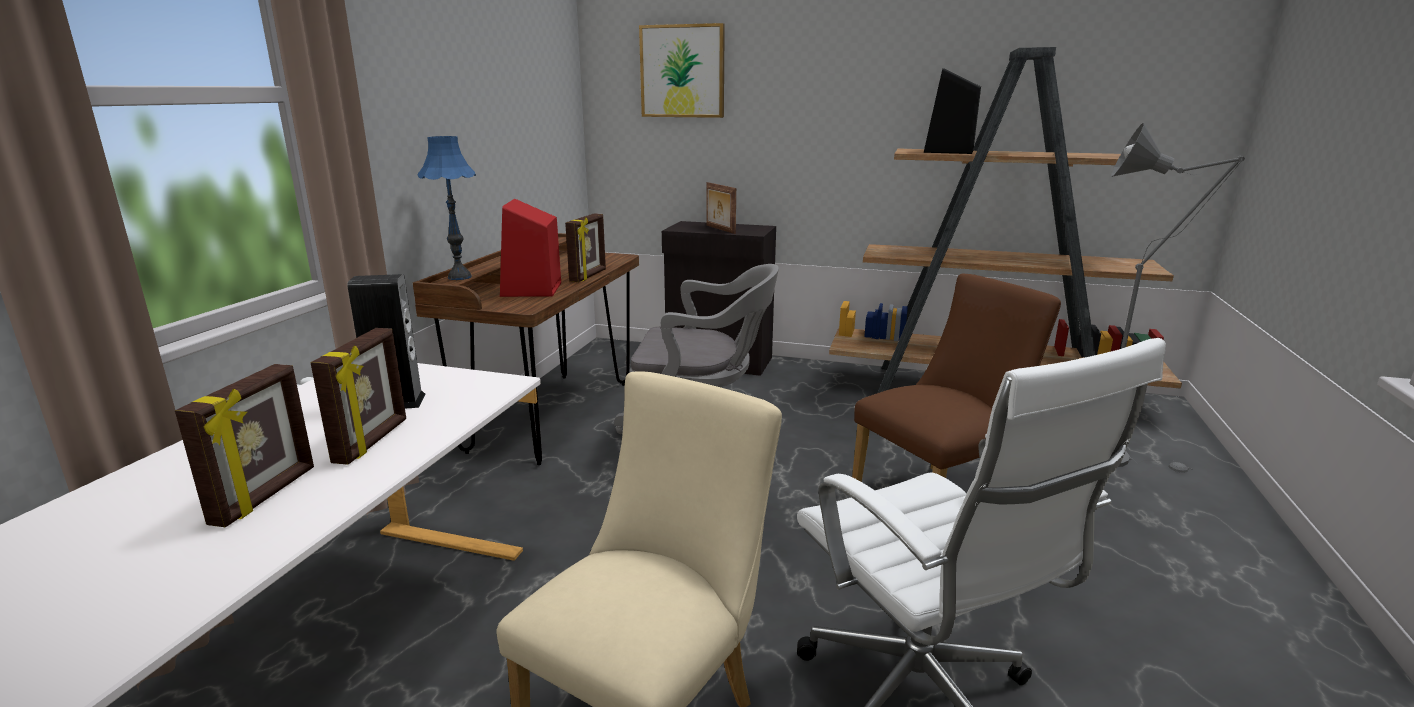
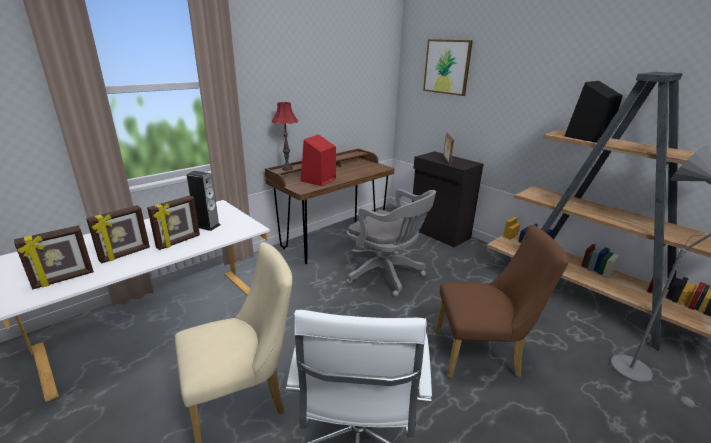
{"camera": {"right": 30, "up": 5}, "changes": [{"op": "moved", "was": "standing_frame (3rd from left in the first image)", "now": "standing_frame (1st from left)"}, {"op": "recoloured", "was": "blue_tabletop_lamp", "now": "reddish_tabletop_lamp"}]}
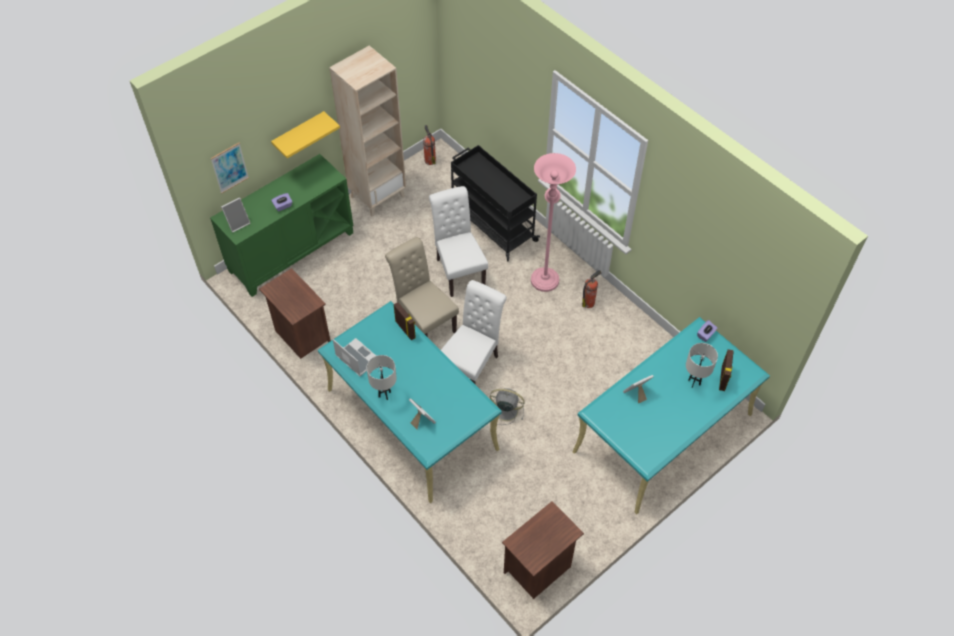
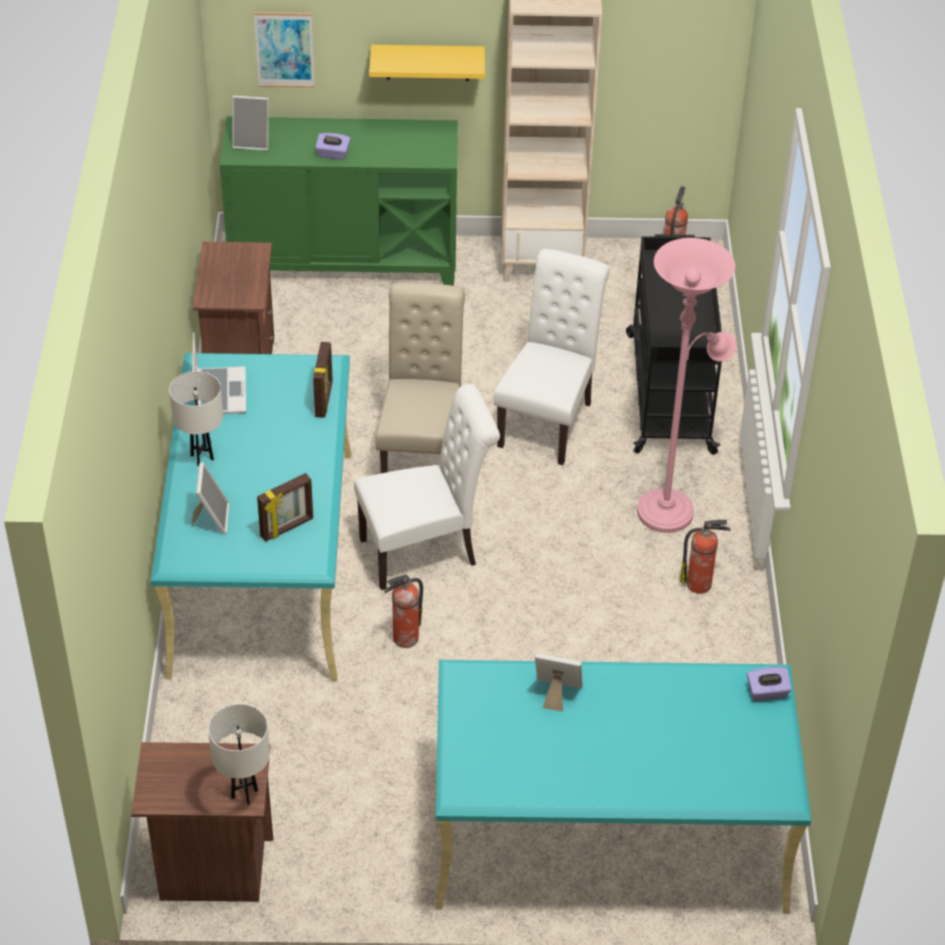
{"camera": {"right": 40, "up": -10}, "changes": [{"op": "moved", "was": "white_tabletop_lamp (2nd from left)"}, {"op": "moved", "was": "standing_frame (5th from left in the first image)", "now": "standing_frame (3rd from left)"}, {"op": "replaced", "was": "grey_electric_fan", "now": "fire-fighting_cylinder (1st from left)"}]}
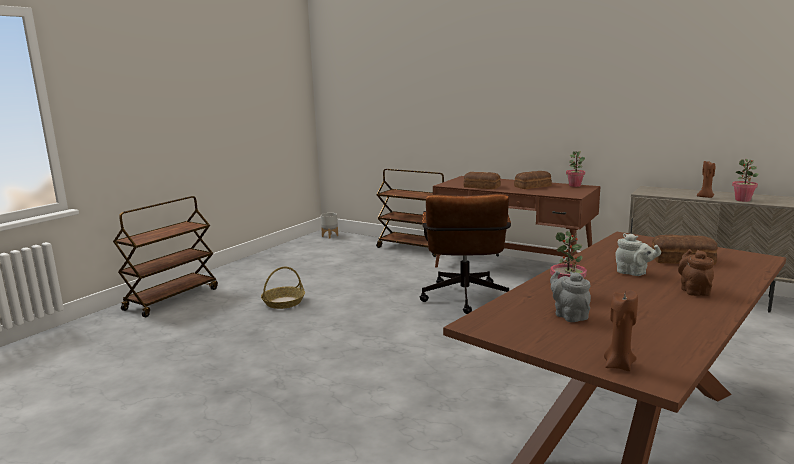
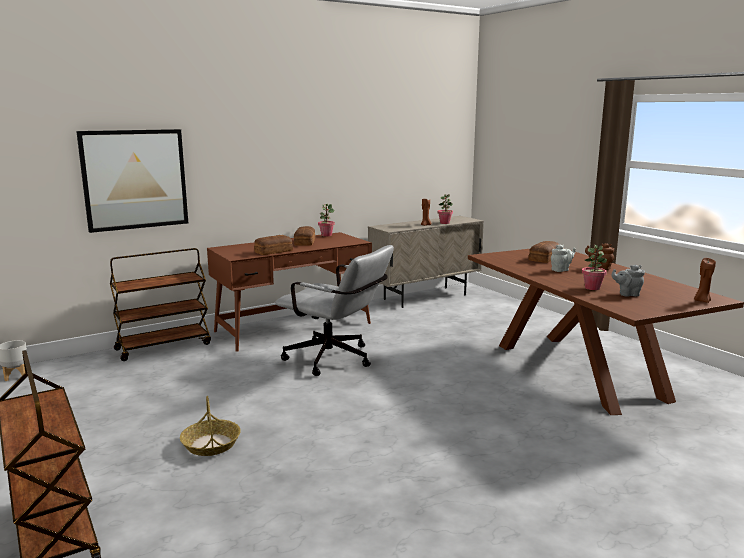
{"camera": {"right": -65, "up": 0}, "changes": [{"op": "added", "now": "picture"}, {"op": "recoloured", "was": "brown_office_chair", "now": "grey_office_chair"}]}
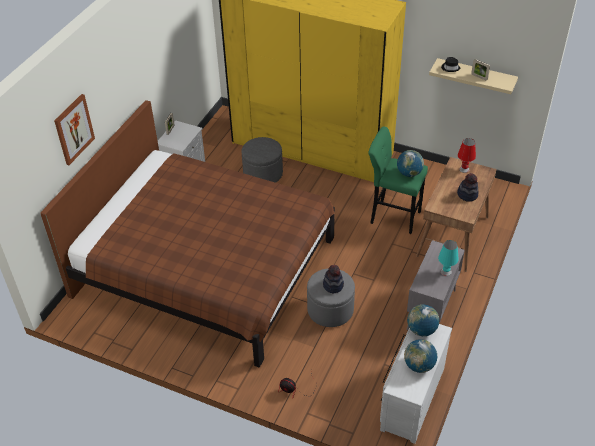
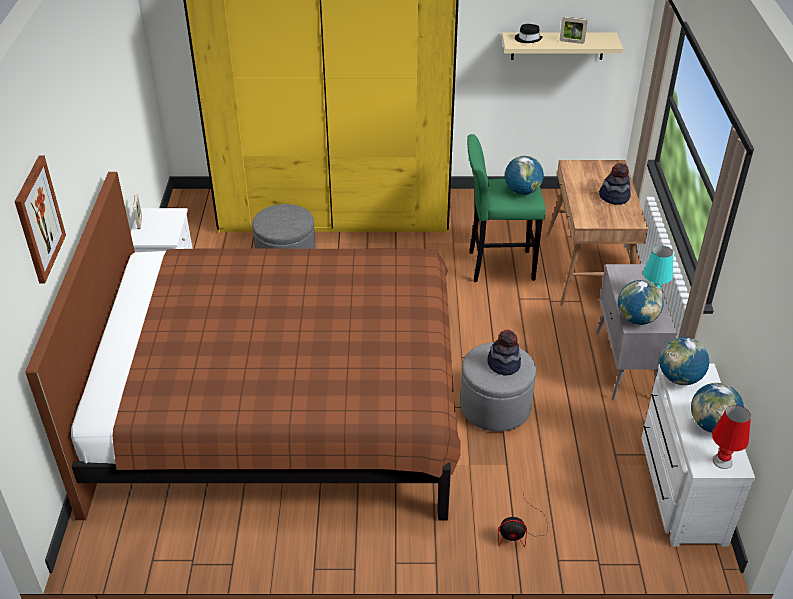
{"camera": {"right": -25, "up": -5}, "changes": [{"op": "added", "now": "globe (2nd from left)"}, {"op": "moved", "was": "reddish_tabletop_lamp"}]}
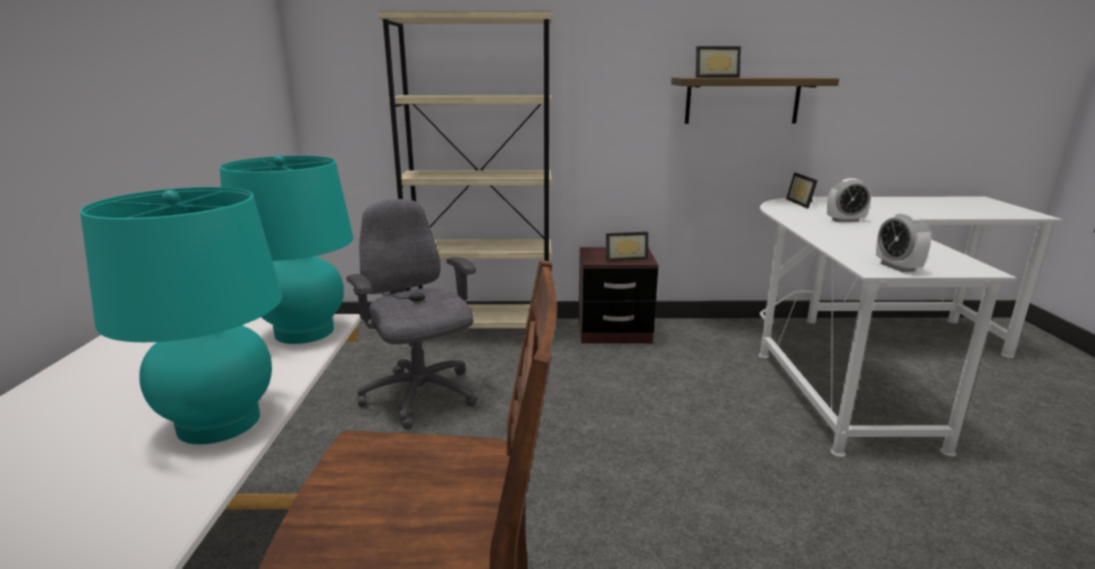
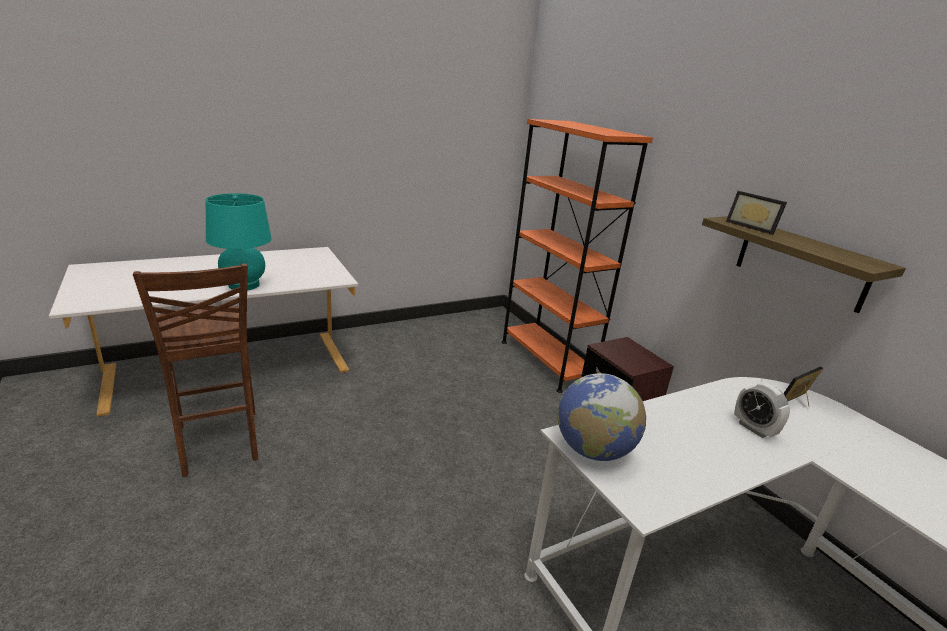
{"camera": {"right": 60, "up": 5}, "changes": [{"op": "recoloured", "was": "beige_bookshelf", "now": "orangey_bookshelf"}, {"op": "replaced", "was": "alarm_clock (2nd from left)", "now": "globe"}, {"op": "removed", "was": "turquoise_tabletop_lamp (2nd from left)"}, {"op": "removed", "was": "grey_office_chair"}, {"op": "removed", "was": "standing_frame (1st from left)"}]}
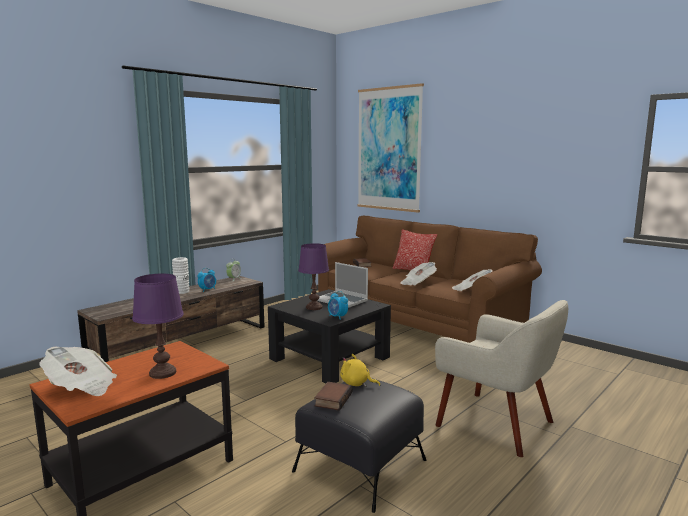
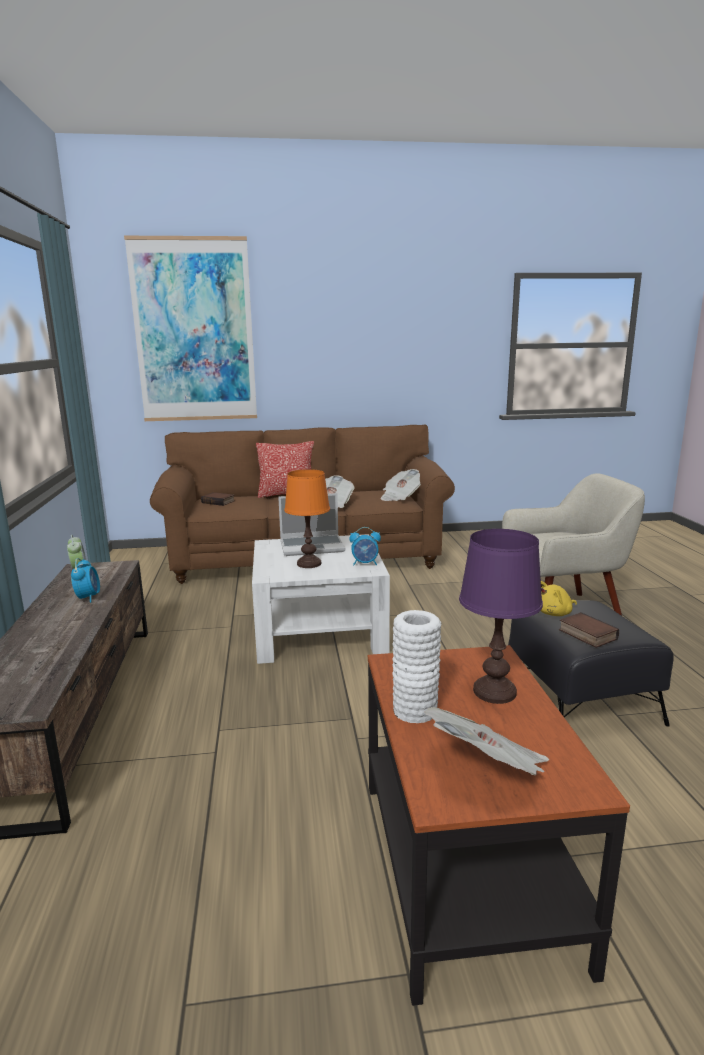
{"camera": {"right": -50, "up": 5}, "changes": [{"op": "recoloured", "was": "blackish_coffee_table", "now": "white_coffee_table"}, {"op": "recoloured", "was": "purplish_tabletop_lamp (2nd from left)", "now": "orangey_tabletop_lamp"}, {"op": "moved", "was": "white_decorative_vase"}]}
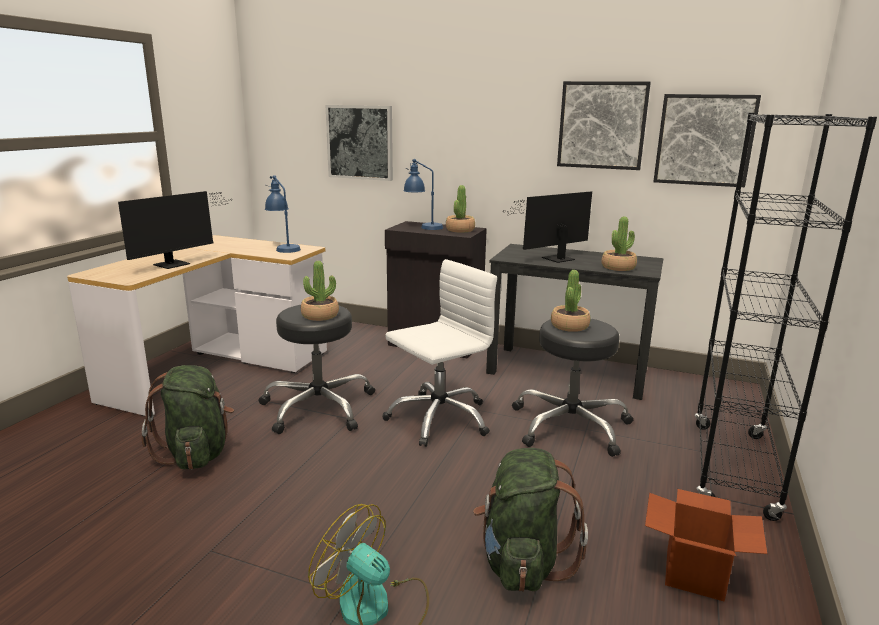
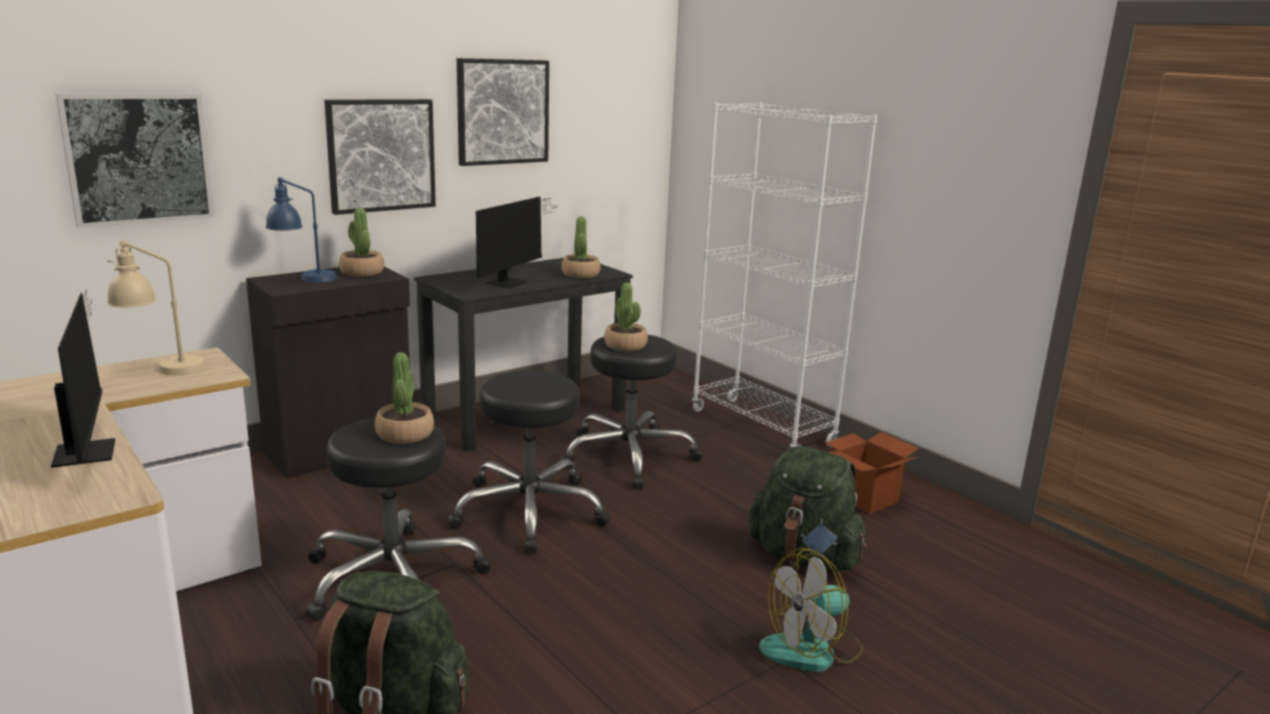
{"camera": {"right": -60, "up": 0}, "changes": [{"op": "recoloured", "was": "blue_tabletop_lamp (1st from left)", "now": "beige_tabletop_lamp"}, {"op": "moved", "was": "picture (3rd from left in the first image)", "now": "picture (2nd from left)"}, {"op": "replaced", "was": "white_office_chair", "now": "blackish_stool (2nd from left)"}, {"op": "turned", "was": "computer_screen (2nd from left)", "clockwise": -150}, {"op": "recoloured", "was": "blackish_bookshelf", "now": "white_bookshelf"}]}
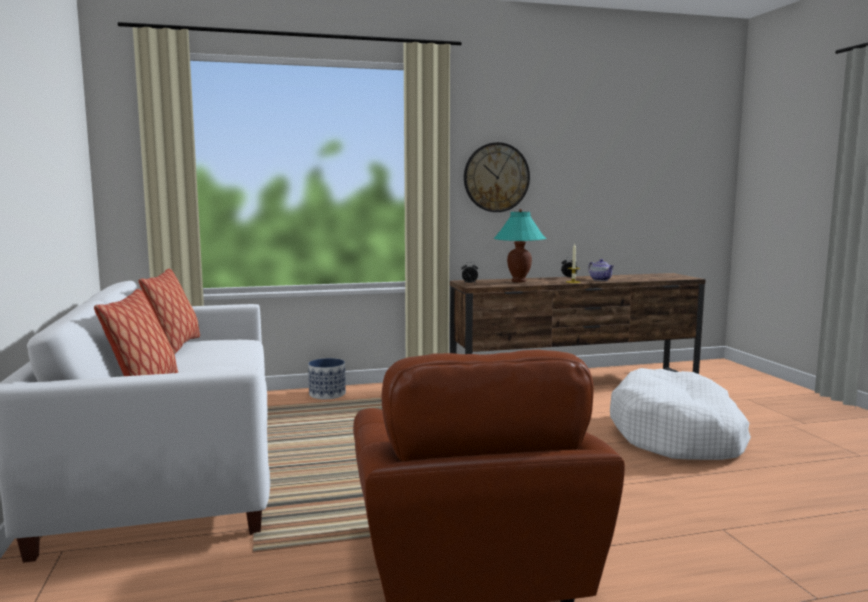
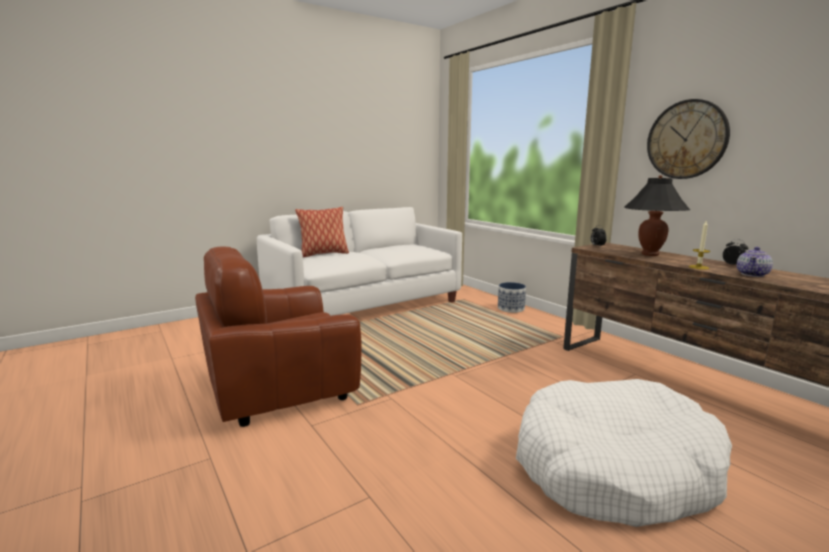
{"camera": {"right": 70, "up": 5}, "changes": [{"op": "recoloured", "was": "turquoise_tabletop_lamp", "now": "blackish_tabletop_lamp"}, {"op": "removed", "was": "throw_pillow (2nd from left)"}]}
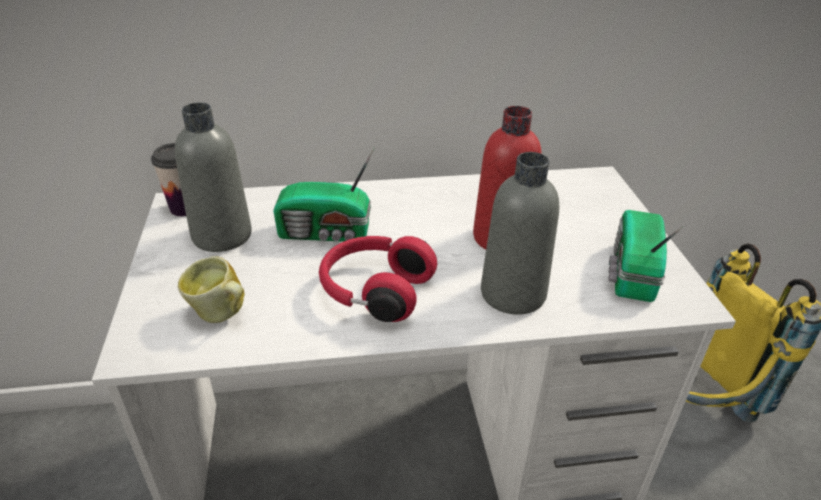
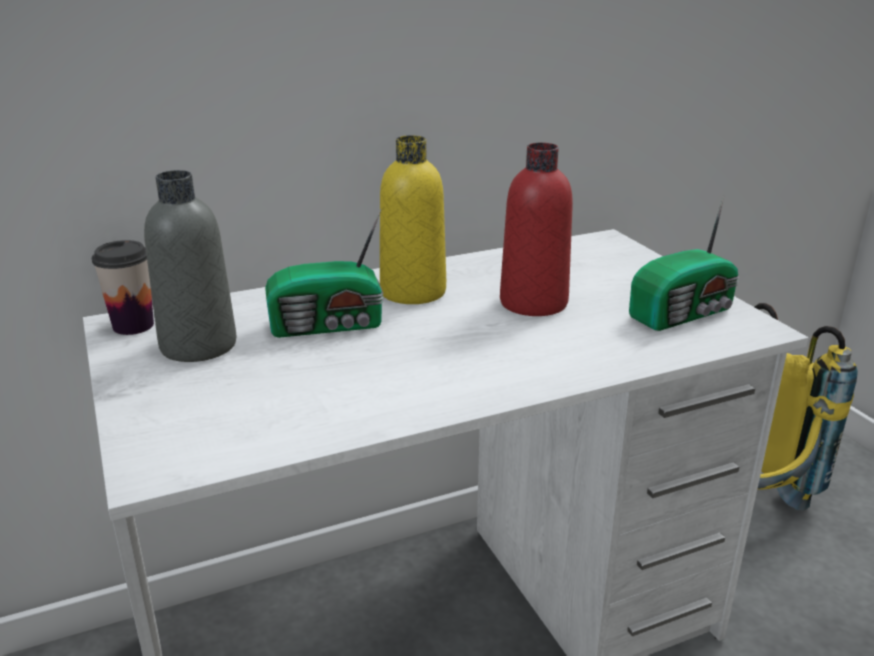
{"camera": {"right": -15, "up": -10}, "changes": [{"op": "added", "now": "yellow_drink_bottle"}, {"op": "turned", "was": "radio (2nd from left)", "clockwise": -120}, {"op": "removed", "was": "coffee_mug"}, {"op": "removed", "was": "reddish_headset"}, {"op": "removed", "was": "grey_drink_bottle (2nd from left)"}]}
